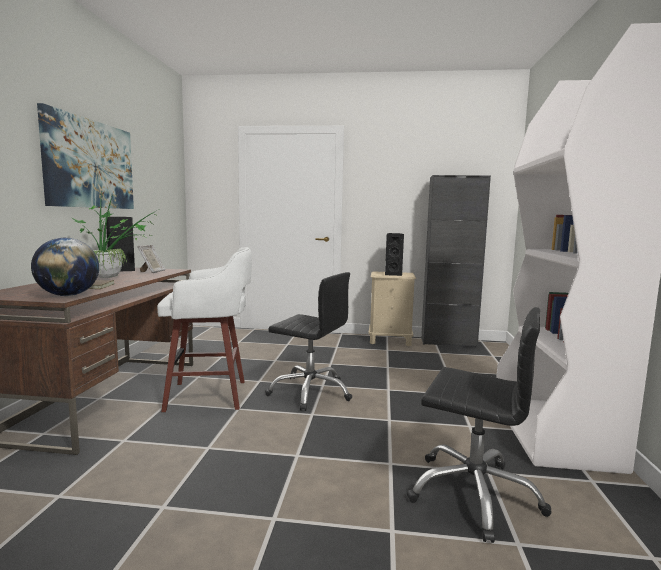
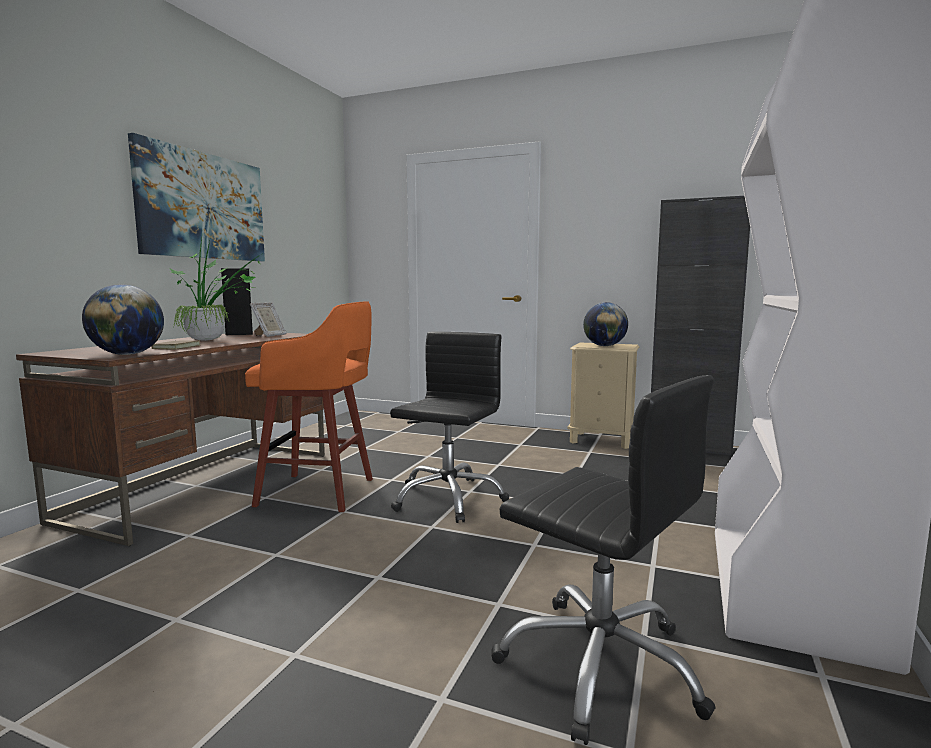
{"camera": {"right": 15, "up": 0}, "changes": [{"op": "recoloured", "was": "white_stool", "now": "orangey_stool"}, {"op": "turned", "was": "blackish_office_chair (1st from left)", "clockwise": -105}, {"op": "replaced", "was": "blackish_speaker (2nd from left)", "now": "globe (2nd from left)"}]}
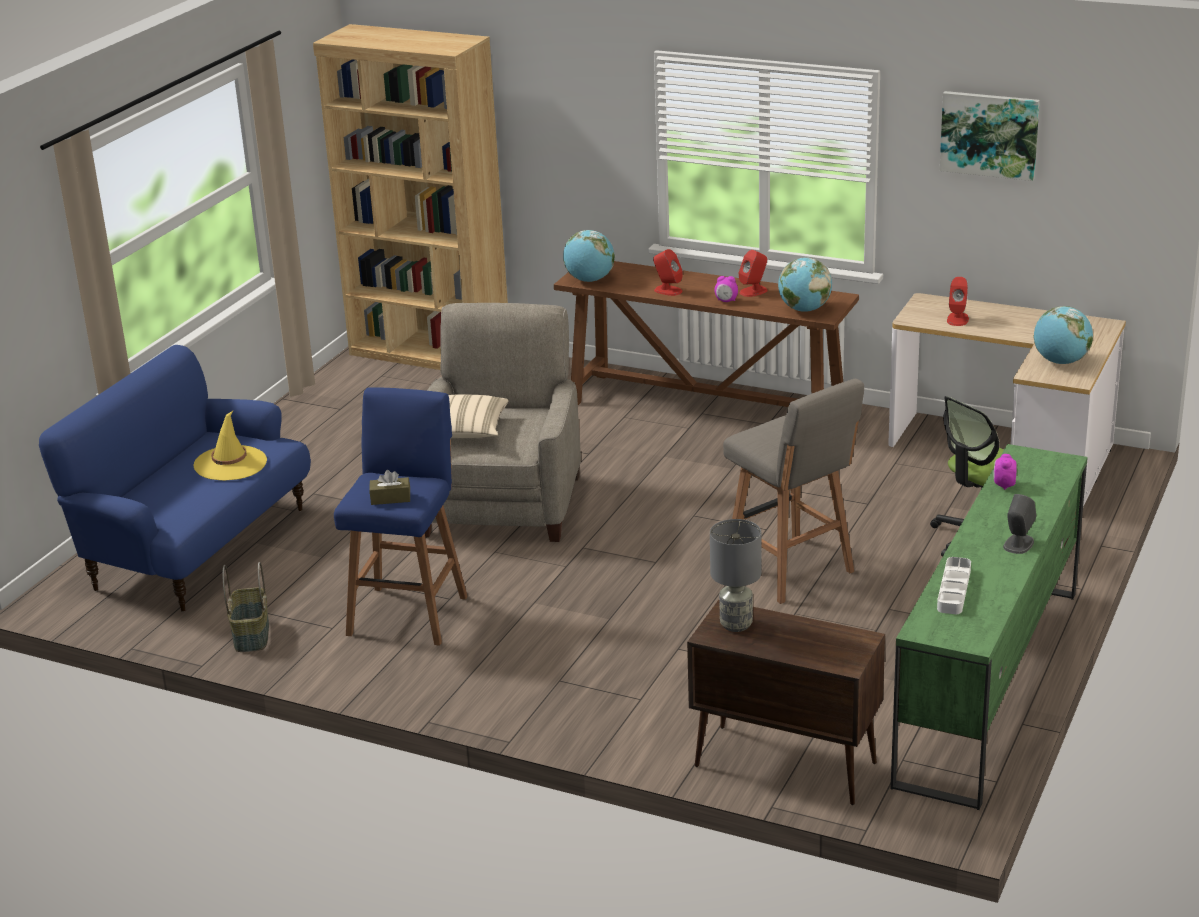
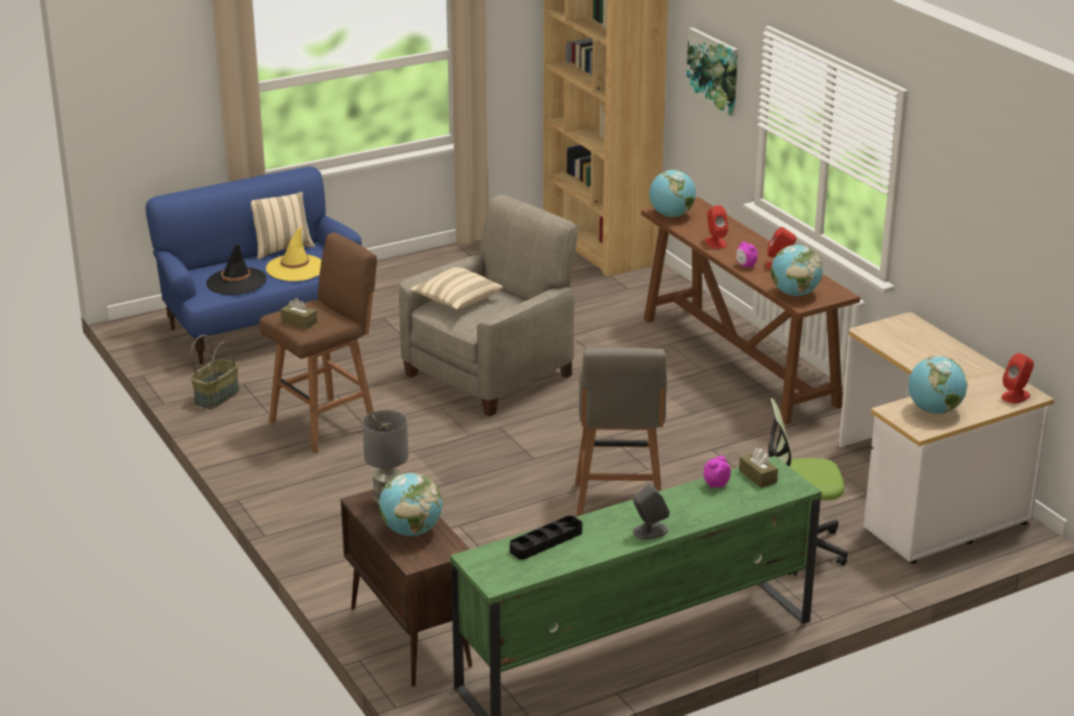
{"camera": {"right": 35, "up": 0}, "changes": [{"op": "added", "now": "blackish_clothing_hat"}, {"op": "added", "now": "beige_throw_pillow (1st from left)"}, {"op": "recoloured", "was": "blue_stool", "now": "brown_stool"}, {"op": "added", "now": "globe (1st from left)"}, {"op": "recoloured", "was": "white_serving_tray", "now": "blackish_serving_tray"}, {"op": "moved", "was": "picture"}, {"op": "added", "now": "brown_tissue_holder (2nd from left)"}, {"op": "moved", "was": "reddish_speaker (3rd from left)"}]}
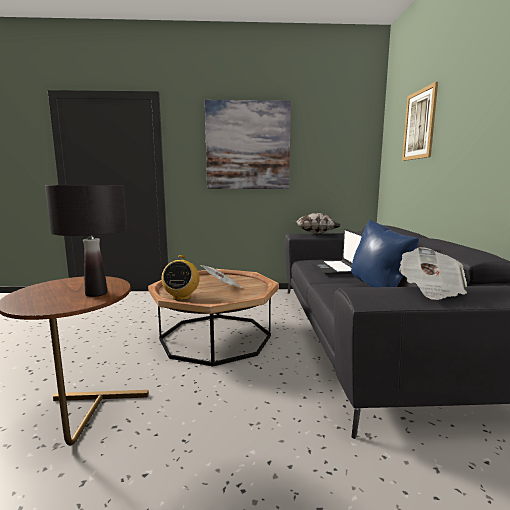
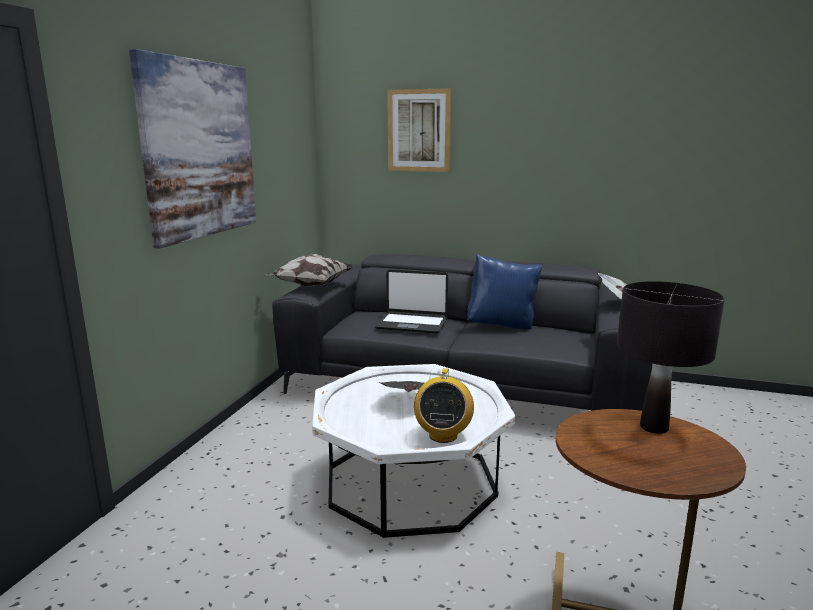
{"camera": {"right": -70, "up": 5}, "changes": [{"op": "recoloured", "was": "brown_coffee_table", "now": "white_coffee_table"}, {"op": "turned", "was": "radio", "clockwise": 75}]}
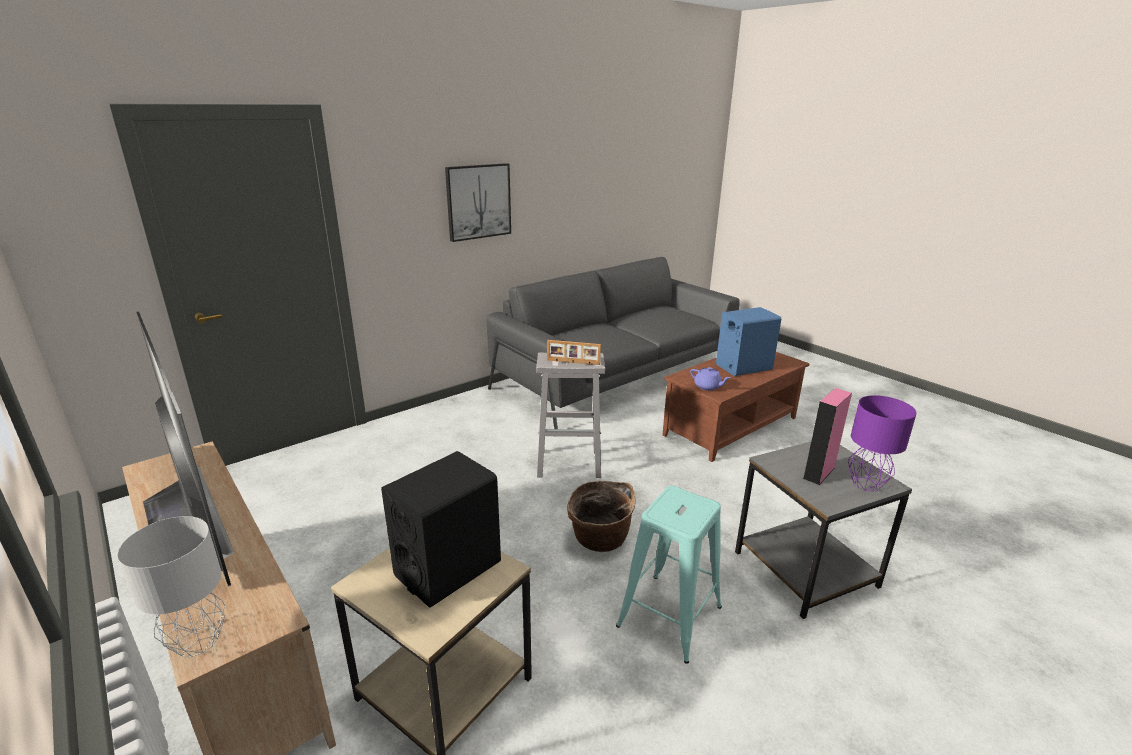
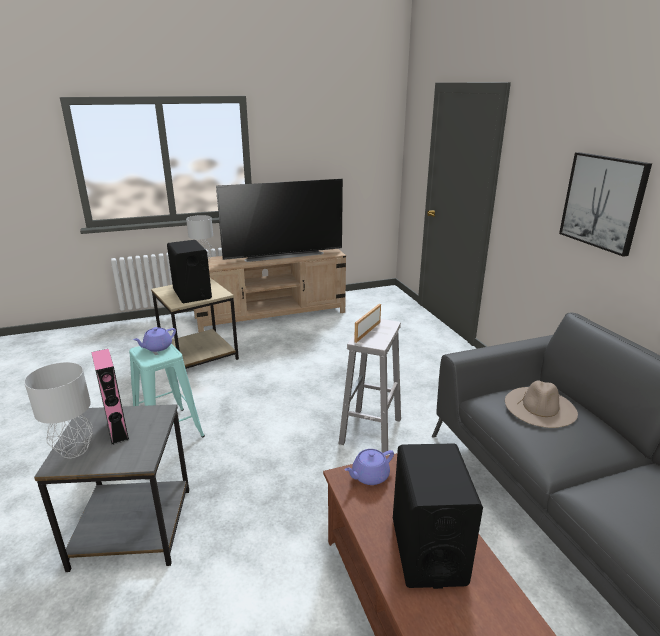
{"camera": {"right": 110, "up": 0}, "changes": [{"op": "recoloured", "was": "purplish_tabletop_lamp", "now": "grey_tabletop_lamp (1st from left)"}, {"op": "added", "now": "purplish_teapot (1st from left)"}, {"op": "recoloured", "was": "blue_speaker", "now": "blackish_speaker (2nd from left)"}, {"op": "added", "now": "beige_clothing_hat"}, {"op": "removed", "was": "basket"}]}
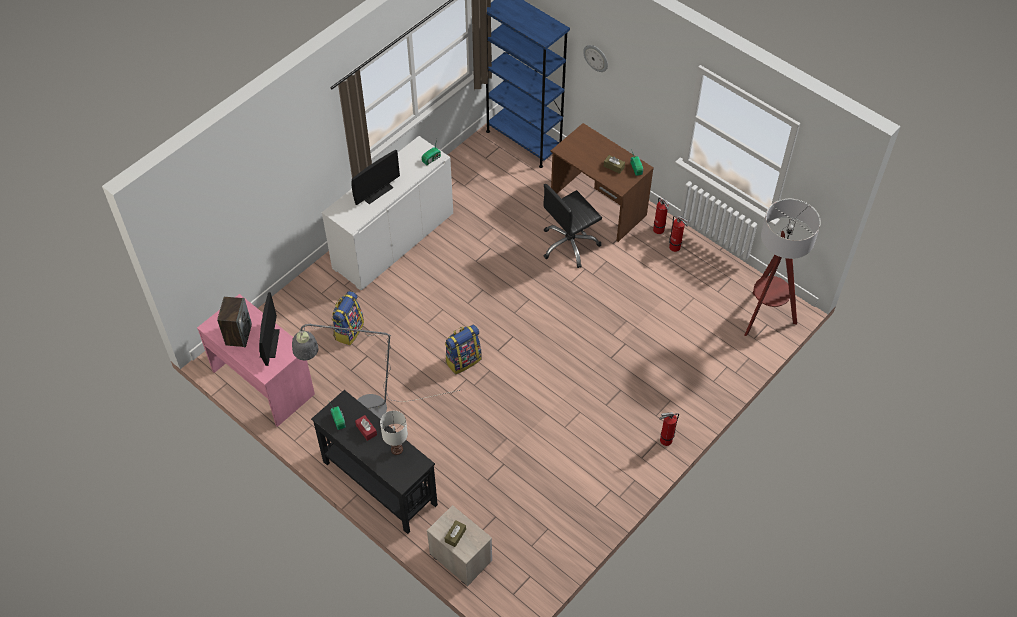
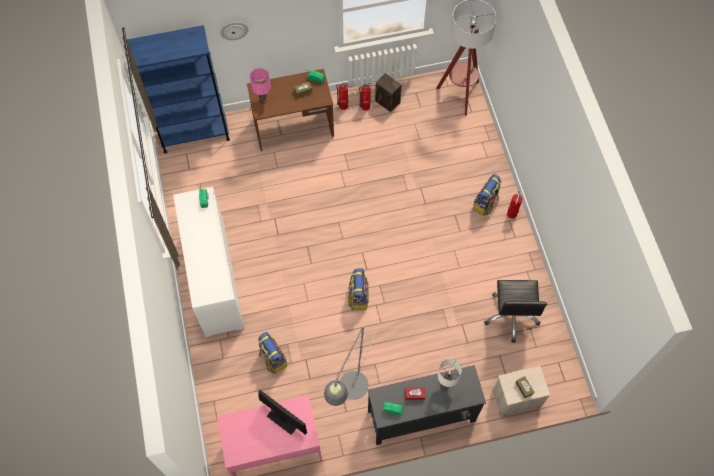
{"camera": {"right": -55, "up": 10}, "changes": [{"op": "added", "now": "pink-coloured_tabletop_lamp"}, {"op": "moved", "was": "speaker"}, {"op": "added", "now": "knapsack (3rd from left)"}, {"op": "moved", "was": "blackish_office_chair"}, {"op": "removed", "was": "computer_screen (2nd from left)"}]}
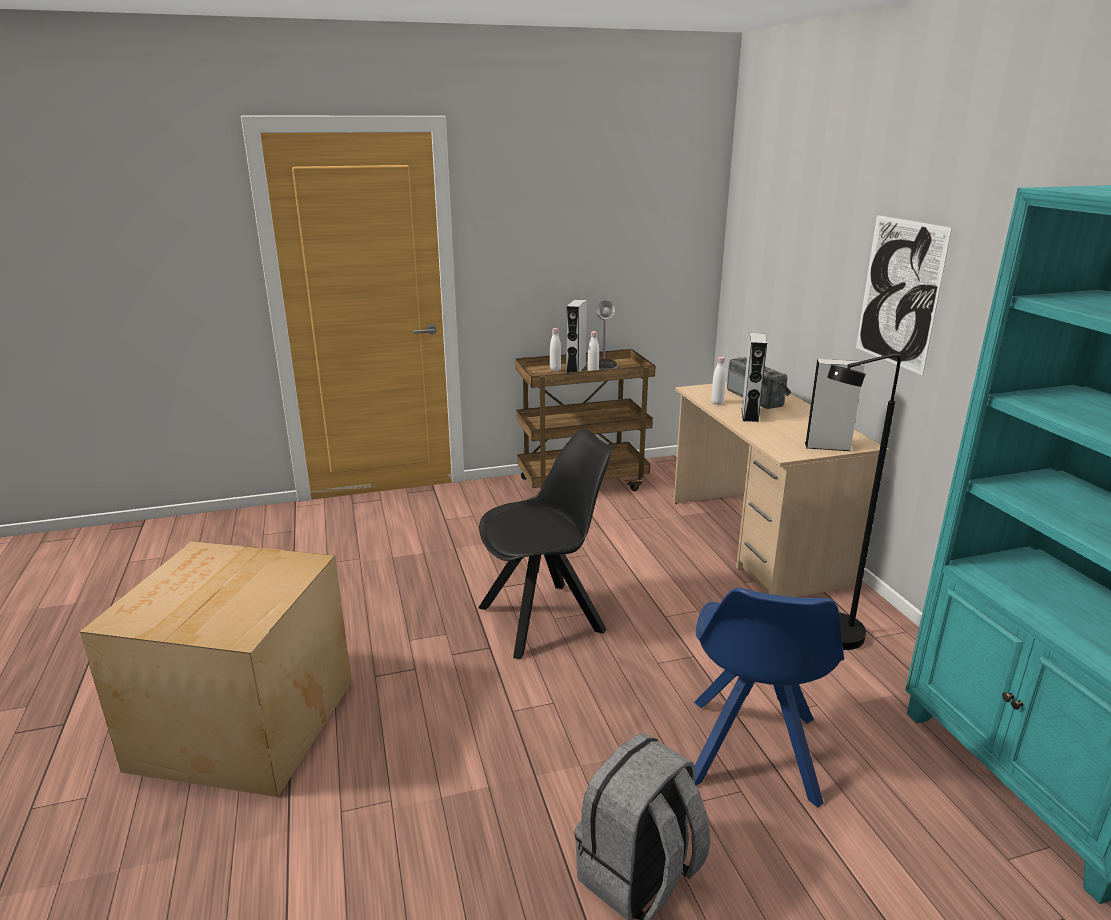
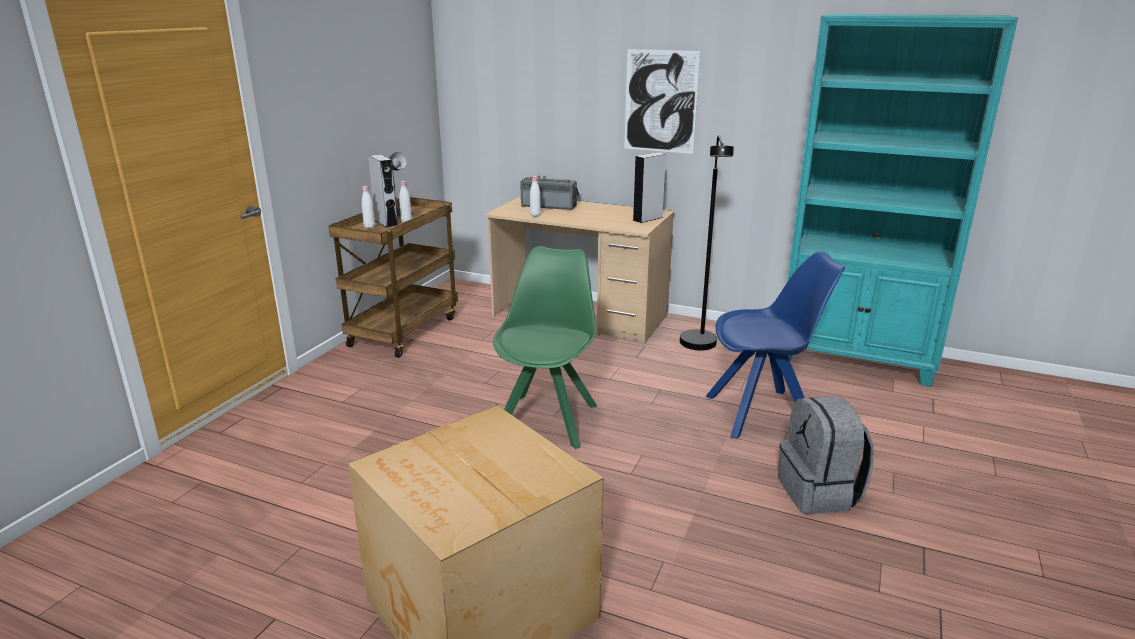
{"camera": {"right": -50, "up": 0}, "changes": [{"op": "recoloured", "was": "blackish_upright_chair", "now": "green-coloured_upright_chair"}, {"op": "turned", "was": "blue_upright_chair", "clockwise": -60}, {"op": "removed", "was": "grey_speaker (2nd from left)"}]}
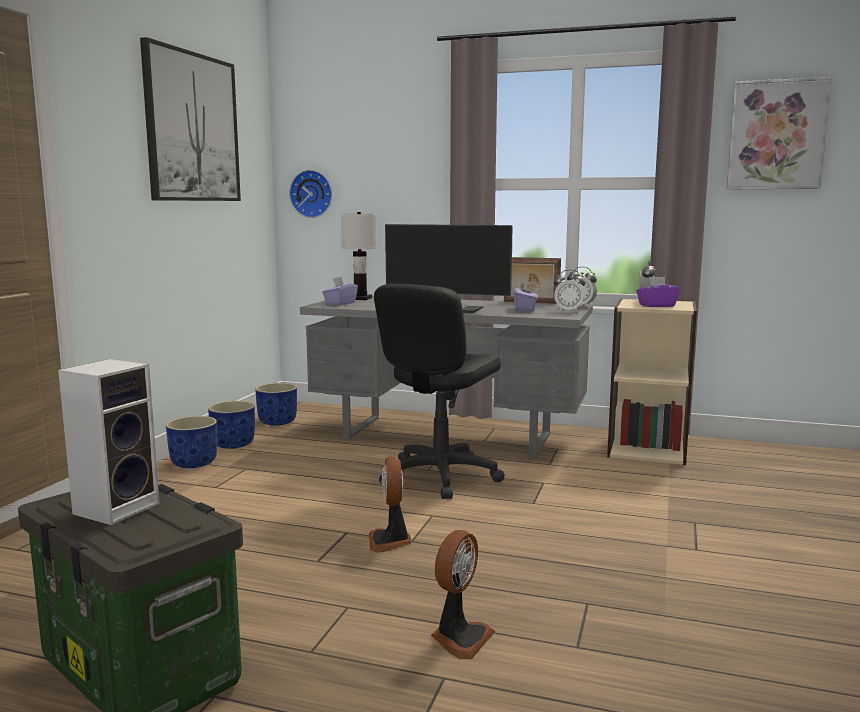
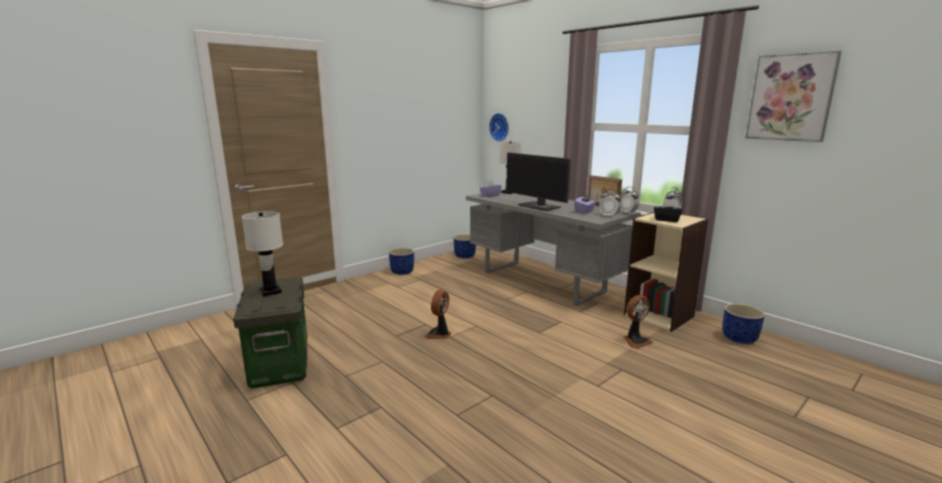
{"camera": {"right": 30, "up": 5}, "changes": [{"op": "replaced", "was": "speaker", "now": "white_tabletop_lamp (1st from left)"}, {"op": "moved", "was": "electric_fan (2nd from left)"}, {"op": "recoloured", "was": "purplish_tissue_holder (3rd from left)", "now": "blackish_tissue_holder"}, {"op": "moved", "was": "blue_plant_pot (2nd from left in the first image)", "now": "blue_plant_pot (3rd from left)"}, {"op": "removed", "was": "picture (1st from left)"}, {"op": "removed", "was": "blackish_office_chair"}]}
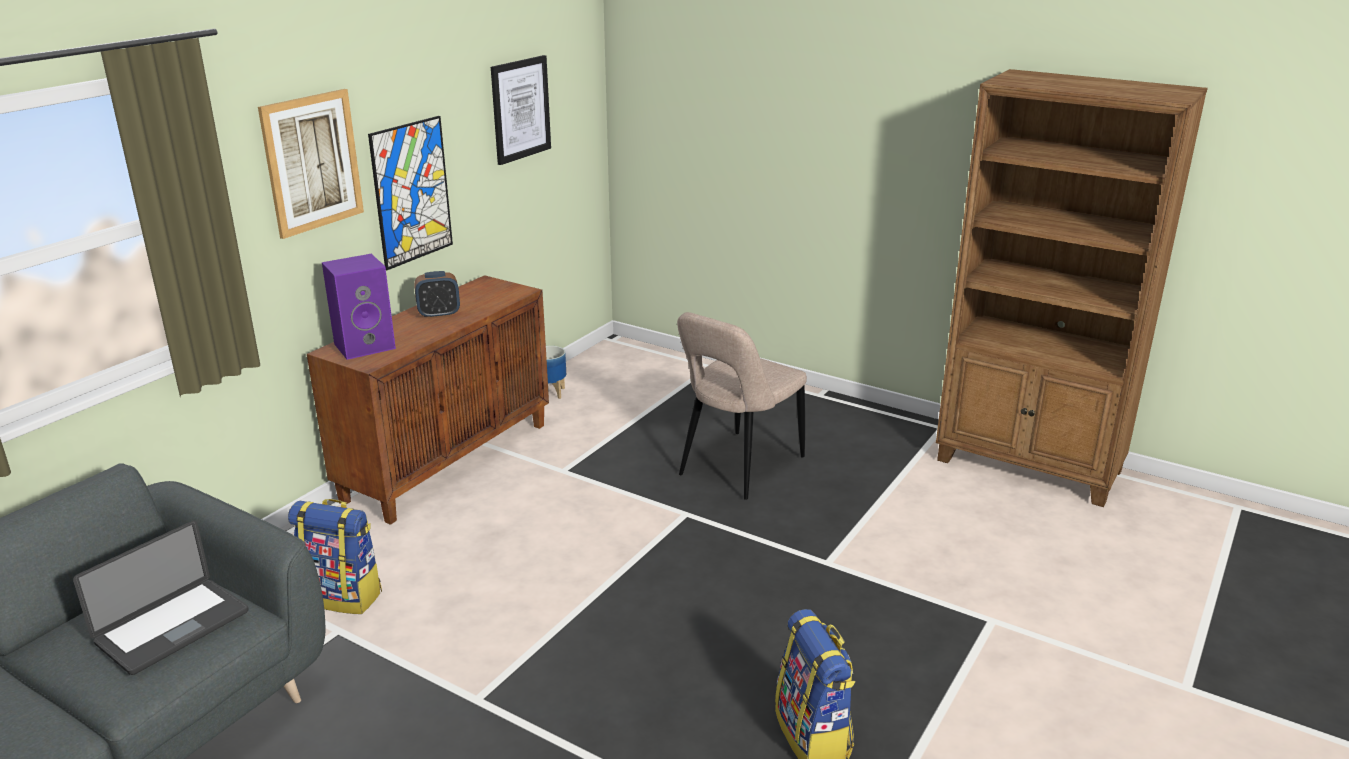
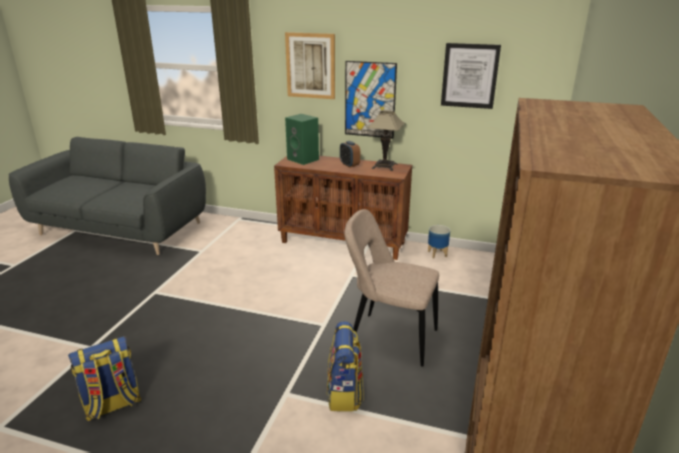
{"camera": {"right": 75, "up": 0}, "changes": [{"op": "recoloured", "was": "purplish_speaker", "now": "green-coloured_speaker"}, {"op": "moved", "was": "knapsack (1st from left in the first image)", "now": "knapsack (2nd from left)"}, {"op": "added", "now": "tabletop_lamp"}, {"op": "removed", "was": "portable_computer"}]}
